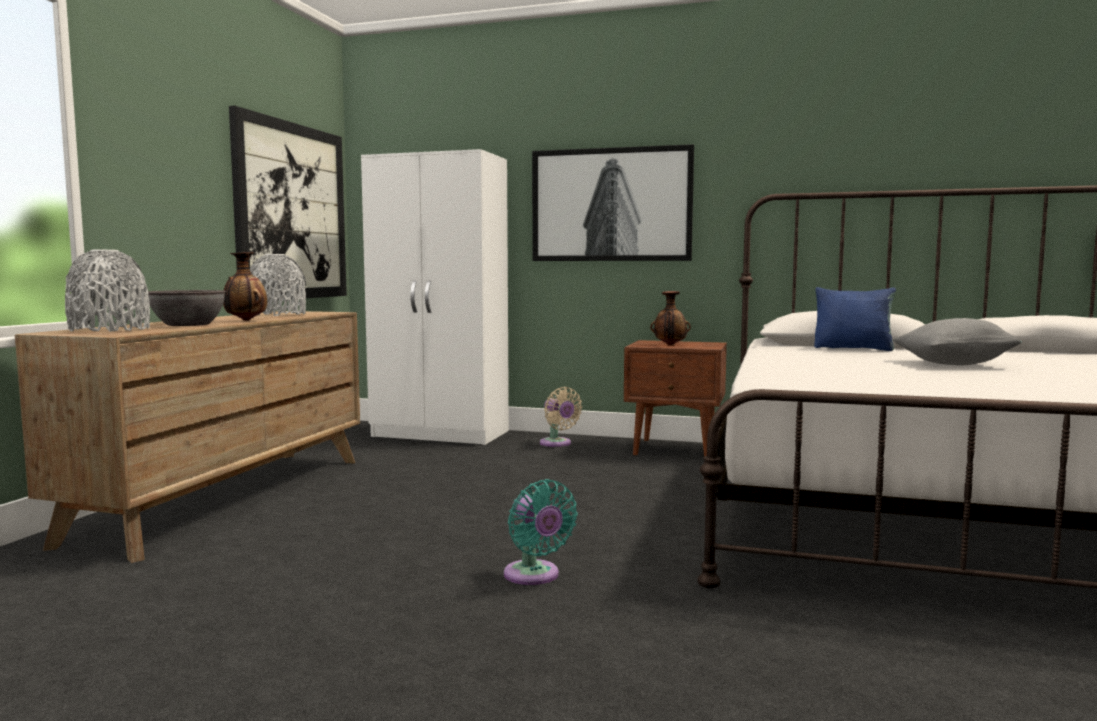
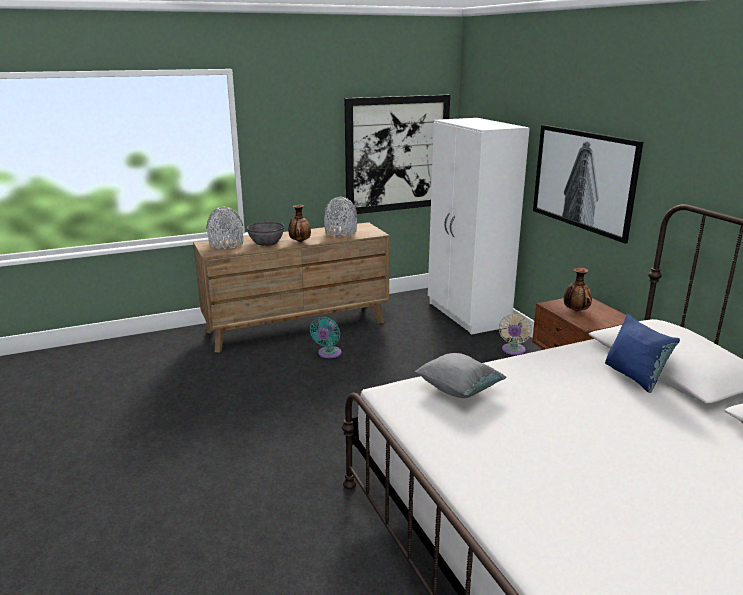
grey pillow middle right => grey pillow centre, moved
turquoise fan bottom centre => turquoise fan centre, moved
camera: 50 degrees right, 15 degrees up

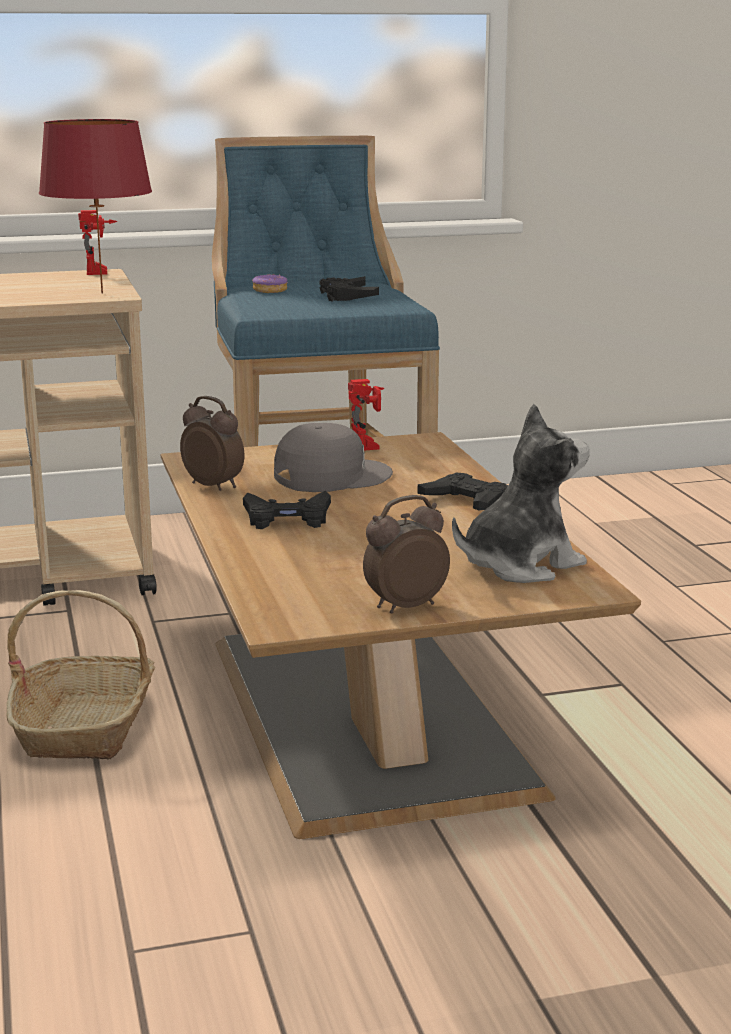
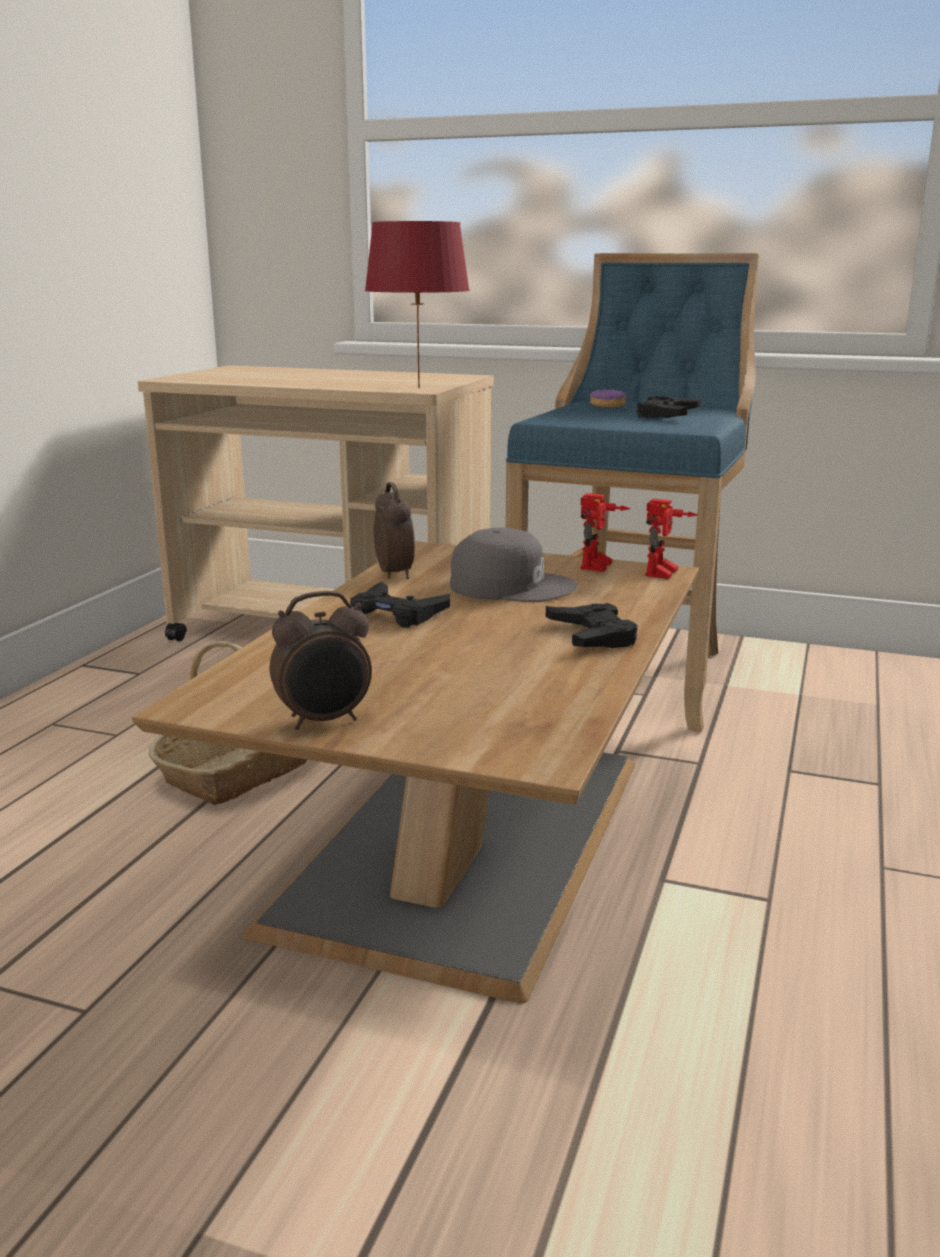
toy robot (1st from left in the first image) top left => toy robot (2nd from left) middle right, moved
plush toy middle right => nothing
alarm clock (2nd from left in the first image) centre => alarm clock (1st from left) centre, 150 degrees clockwise
camera: 35 degrees right, 0 degrees up

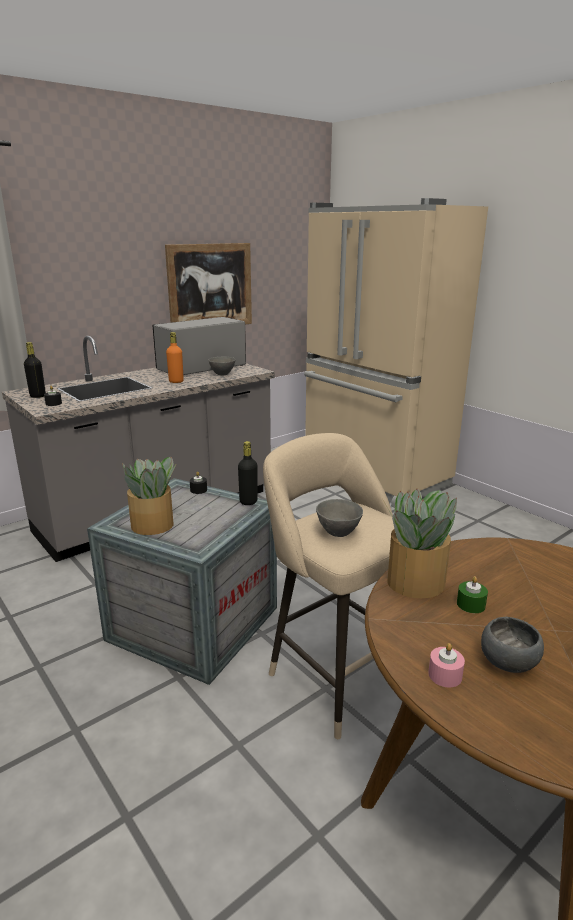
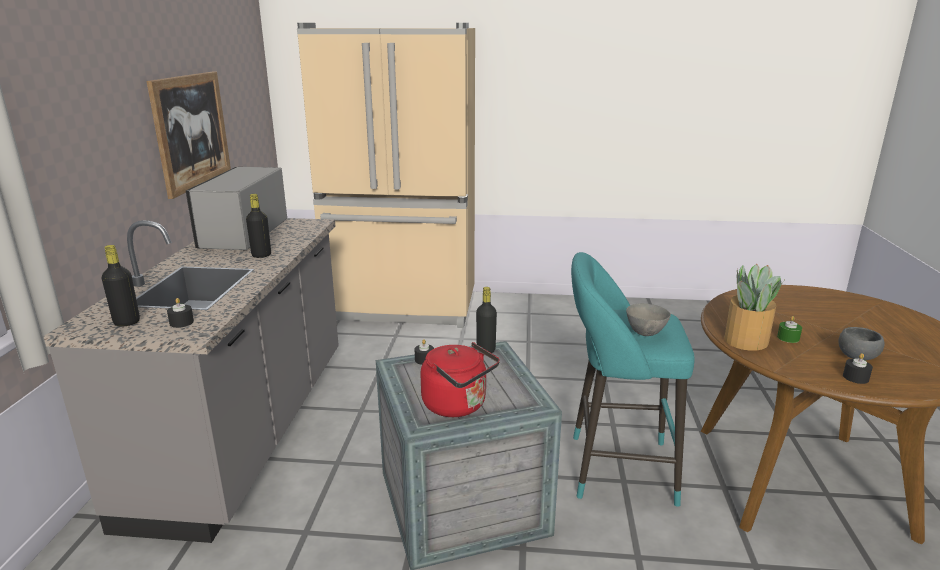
orange bottle middle left => black bottle (2nd from left) middle left
grey bowl (1st from left) centre => nothing
beige stool centre => turquoise stool middle right
potted plant (1st from left) middle left => red kettle centre
pink candle bottom right => black candle (3rd from left) middle right
camera: 45 degrees left, 0 degrees up

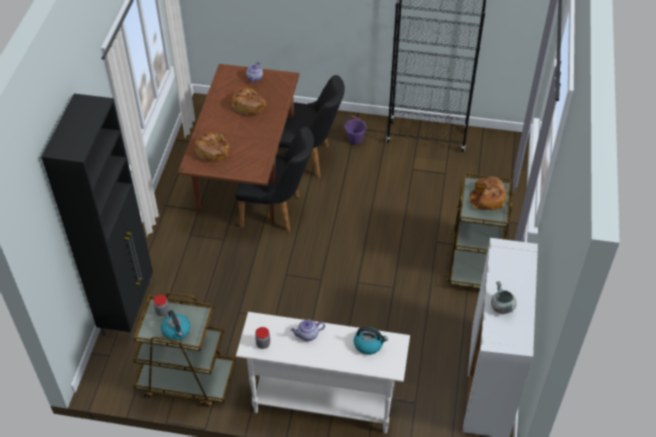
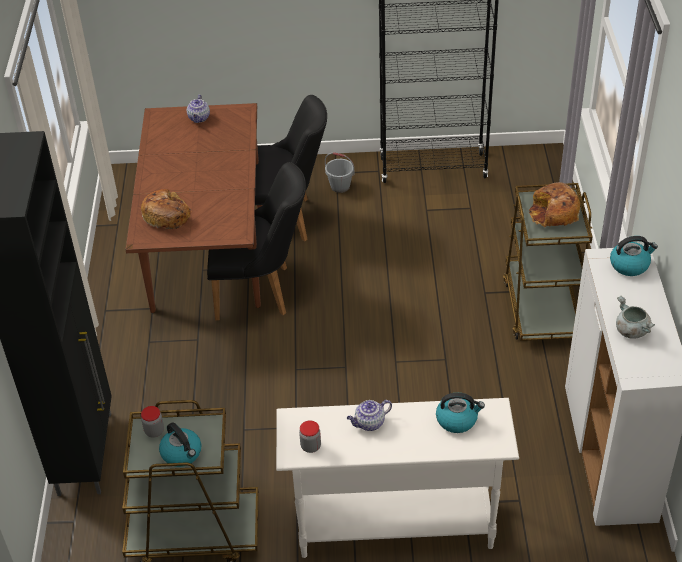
bread (2nd from left) top centre => nothing
purple bucket top centre => grey bucket top centre
nothing => kettle (3rd from left) middle right
camera: 10 degrees left, 5 degrees down

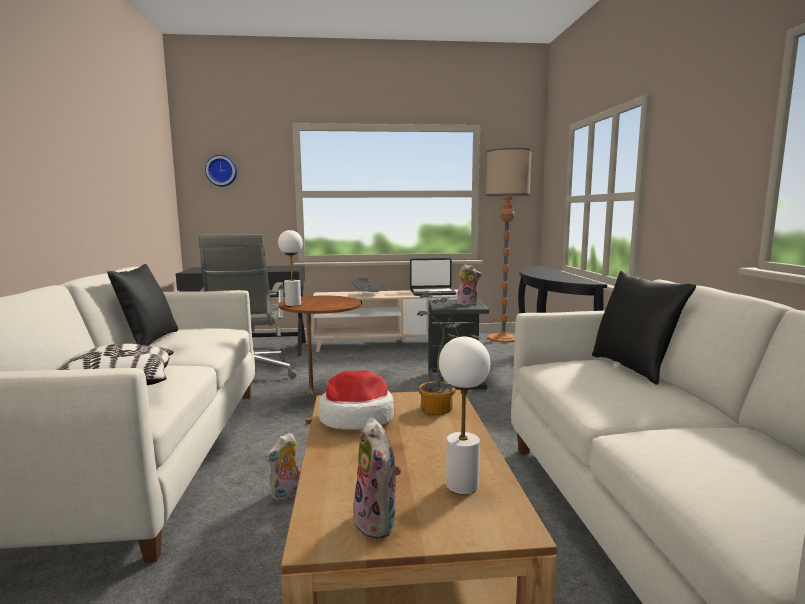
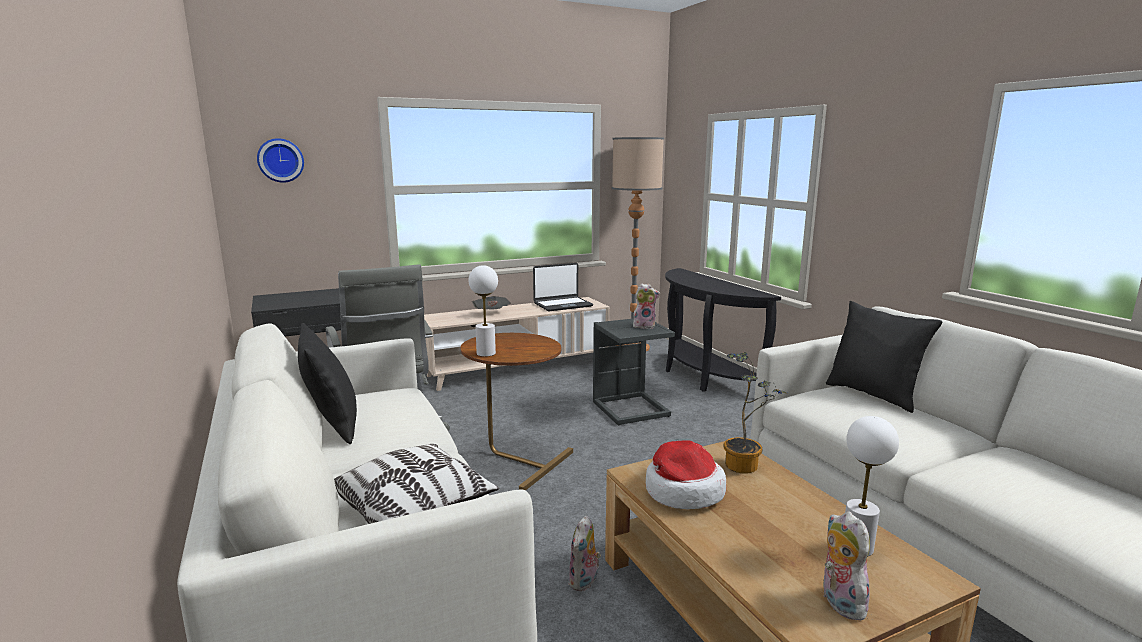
plush toy (2nd from left in the first image) bottom centre => plush toy (3rd from left) bottom right, 150 degrees counterclockwise
camera: 20 degrees left, 5 degrees up

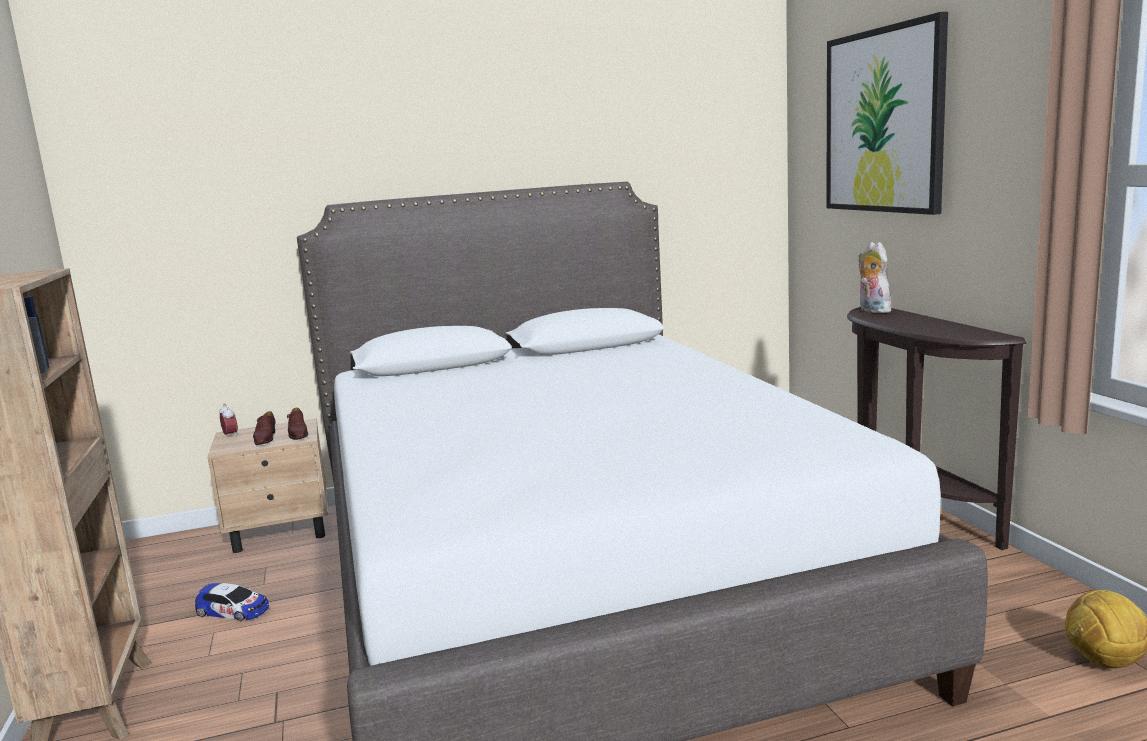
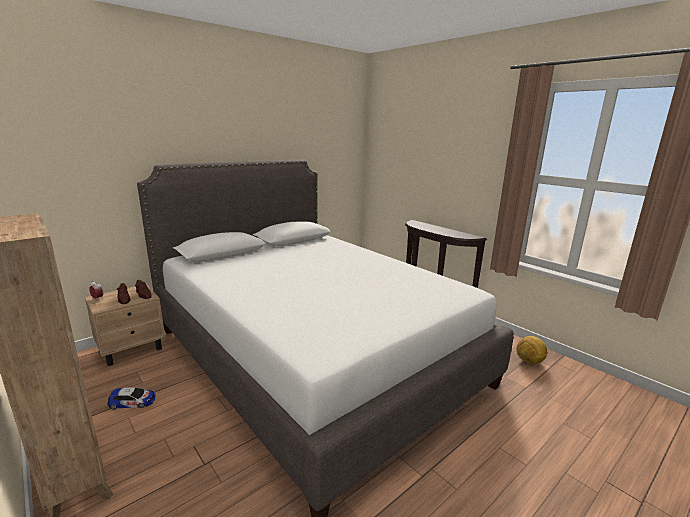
picture top right => nothing
plush toy middle right => nothing
camera: 25 degrees left, 5 degrees up

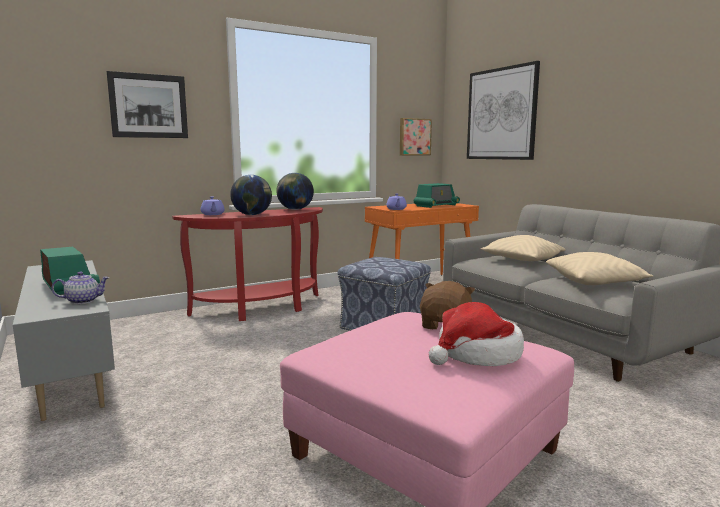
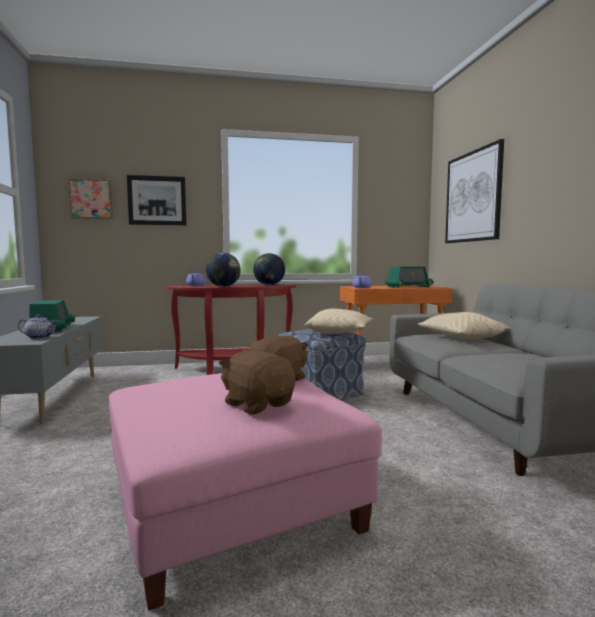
picture (2nd from left in the first image) top centre => picture (1st from left) top left, moved
beige pillow (2nd from left in the first image) middle right => beige pillow (1st from left) centre, moved
hat centre => brown plush toy (1st from left) centre
camera: 20 degrees right, 5 degrees down

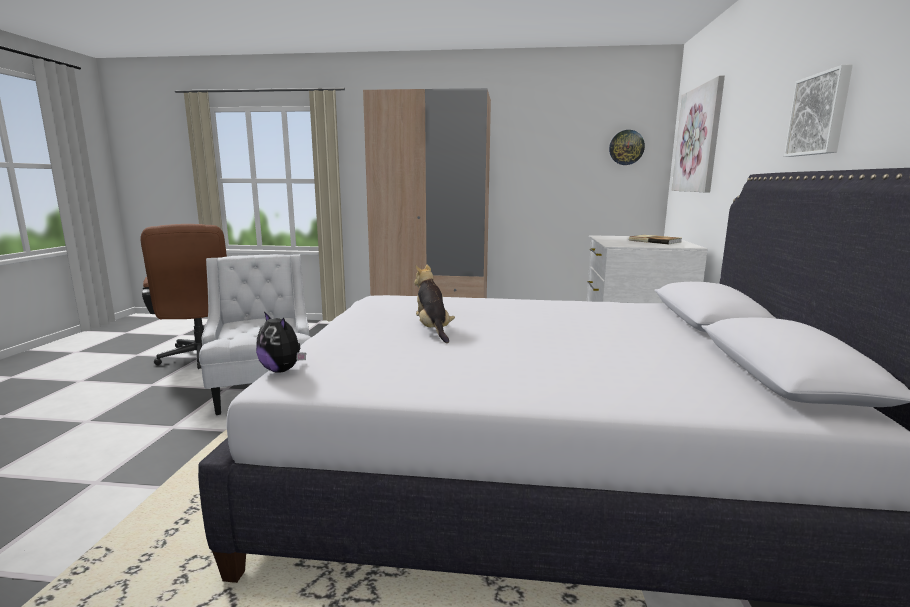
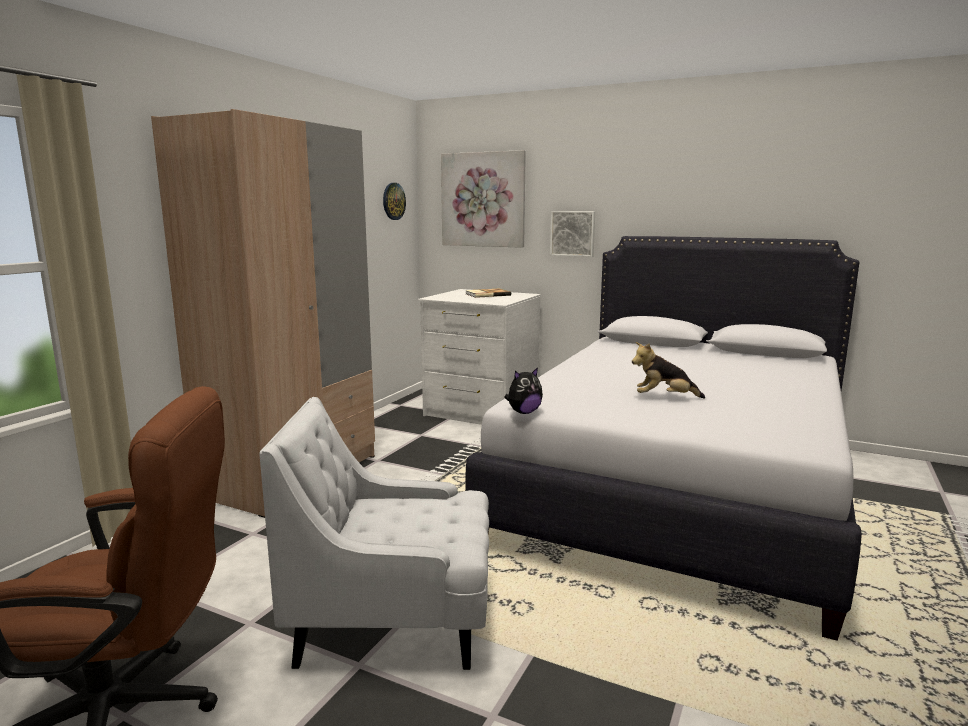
picture (2nd from left) top right => picture (2nd from left) top centre, moved
plush toy (1st from left) middle left => plush toy (1st from left) centre, moved
camera: 70 degrees left, 0 degrees up

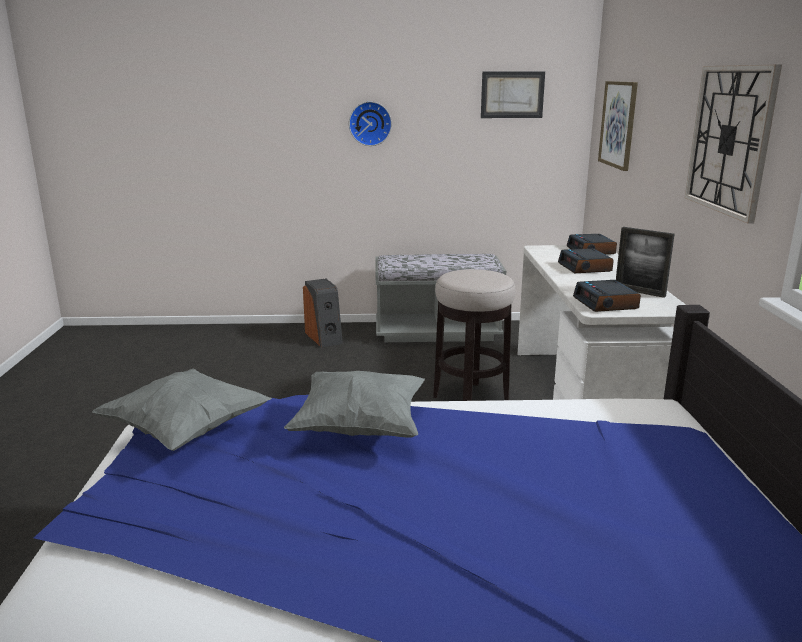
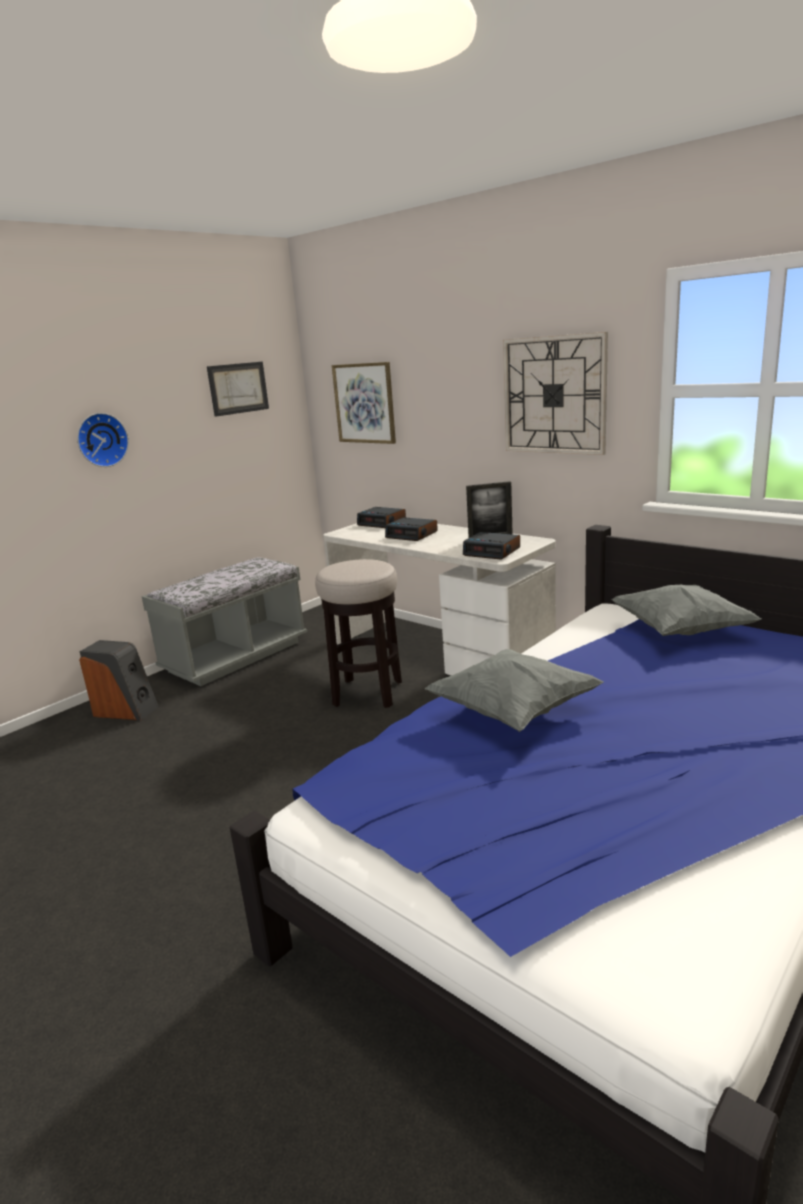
grey pillow (1st from left in the first image) middle left => grey pillow (2nd from left) middle right, moved
camera: 45 degrees left, 0 degrees up

